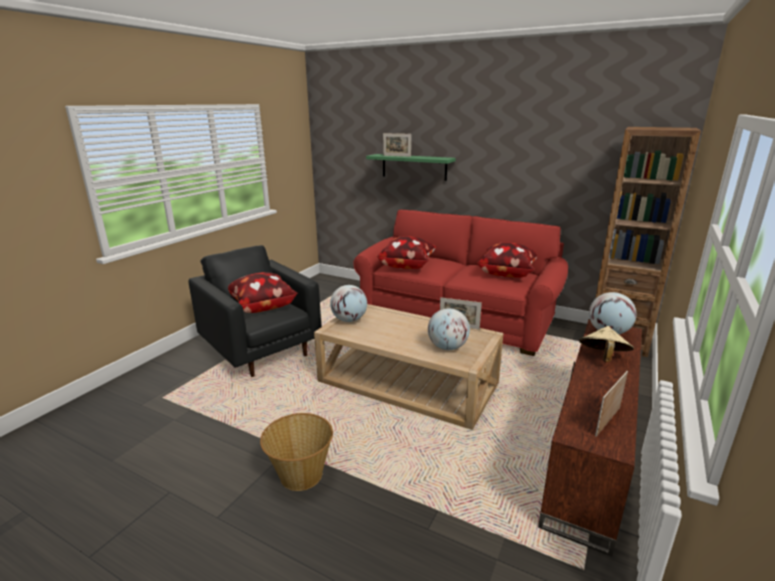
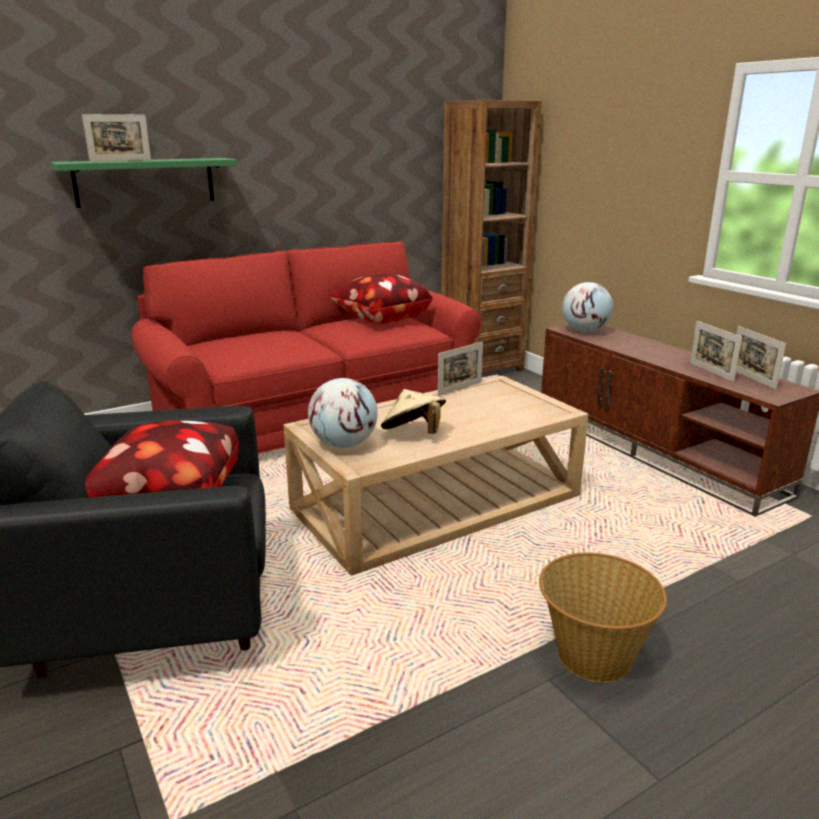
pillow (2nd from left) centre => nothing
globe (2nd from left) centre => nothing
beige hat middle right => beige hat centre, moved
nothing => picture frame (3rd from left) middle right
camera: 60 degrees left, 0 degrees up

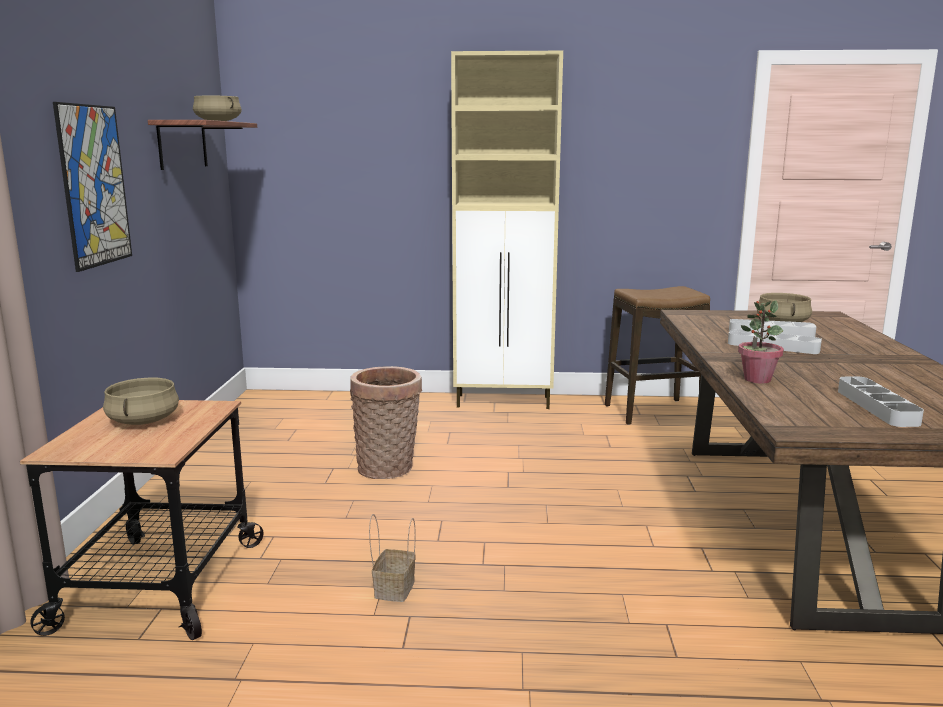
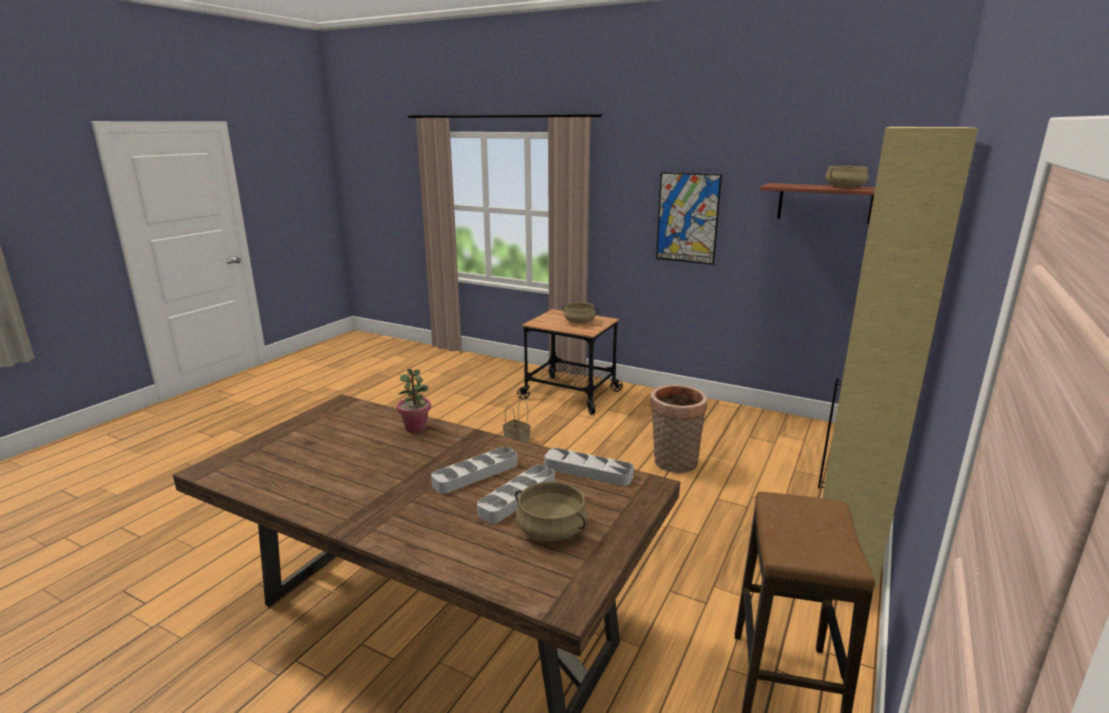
grey tray (3rd from left) middle right => grey tray (3rd from left) centre, moved
camera: 115 degrees right, 5 degrees up

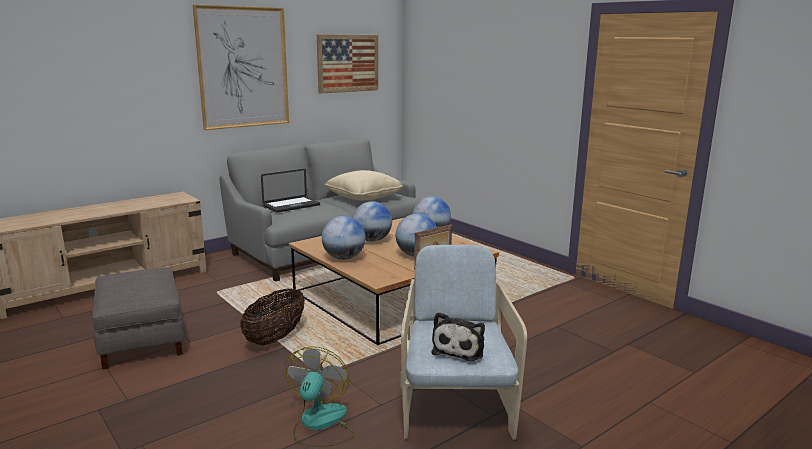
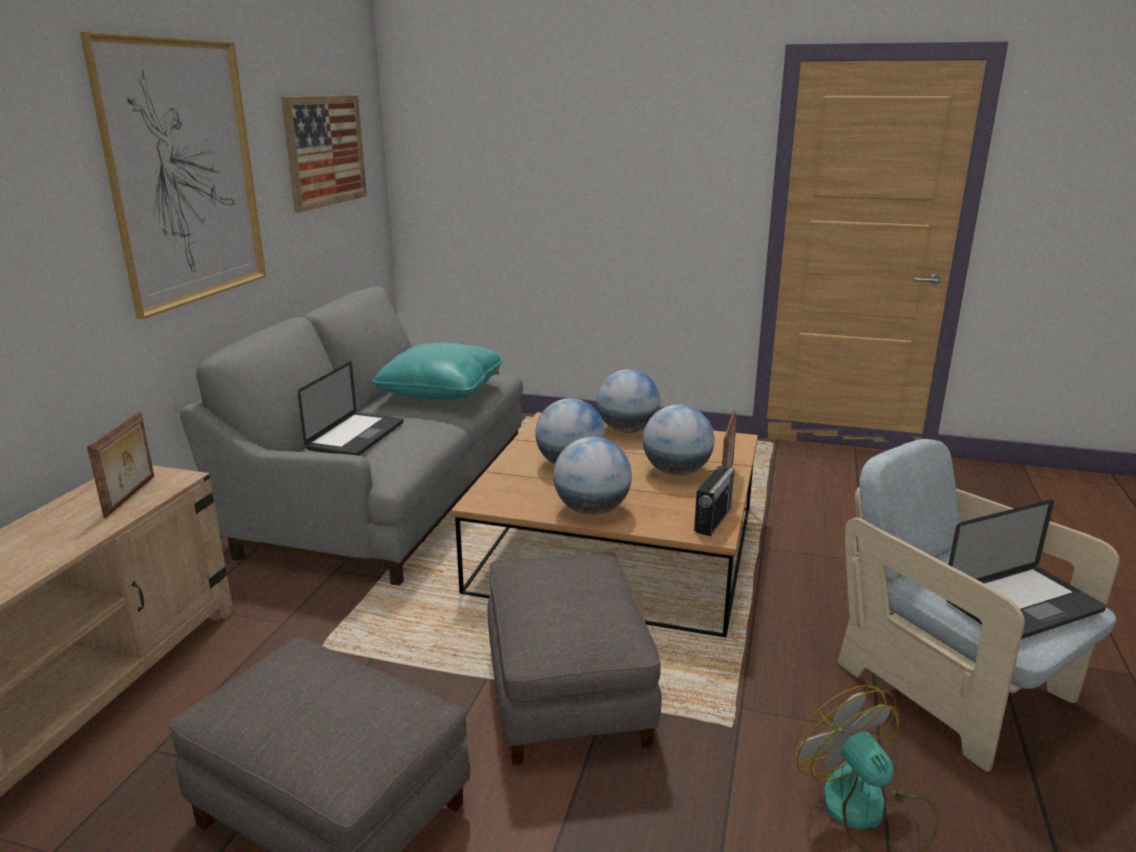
beige pillow centre => turquoise pillow centre
basket bottom centre => grey ottoman (2nd from left) bottom centre
plush toy bottom centre => laptop (2nd from left) bottom right
nothing => picture frame (1st from left) middle left
nothing => radio centre
camera: 35 degrees left, 5 degrees up

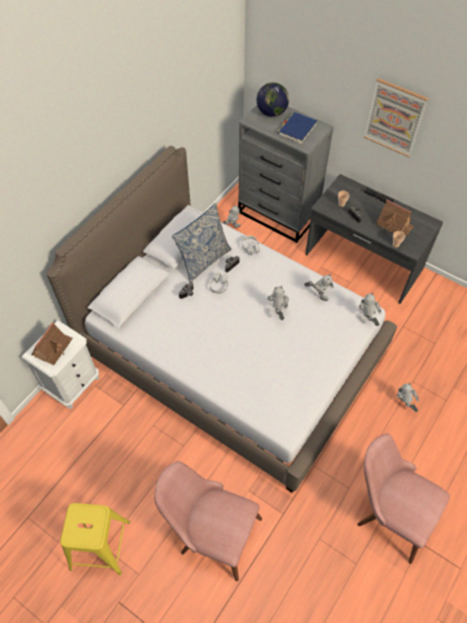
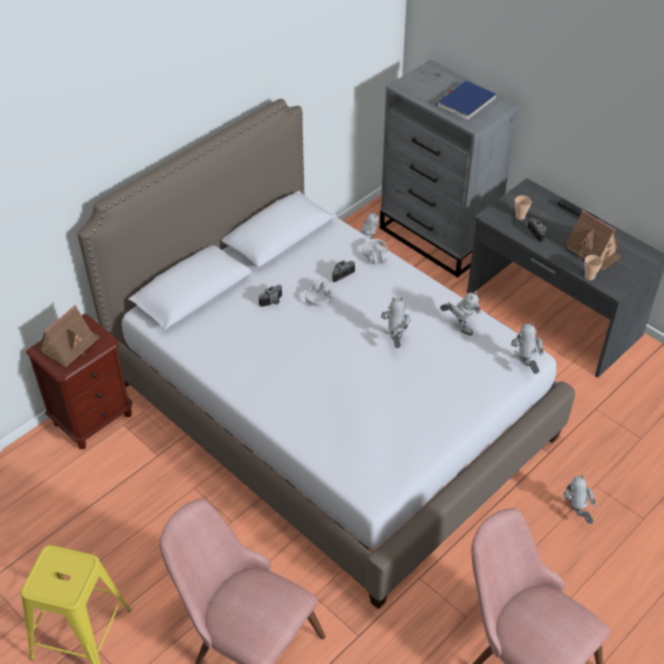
picture top right => nothing
globe top centre => nothing
pillow centre => nothing
white nightstand middle left => brown nightstand middle left
camera: 10 degrees right, 10 degrees down

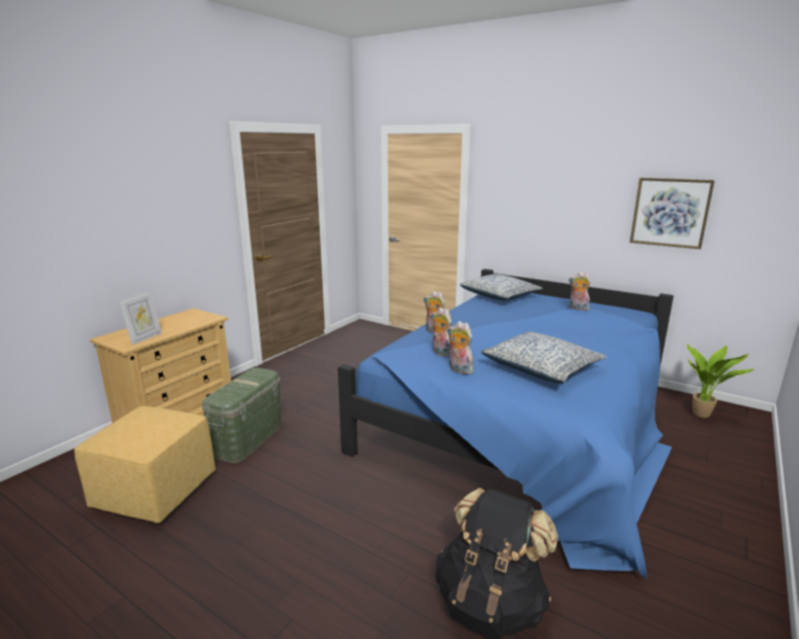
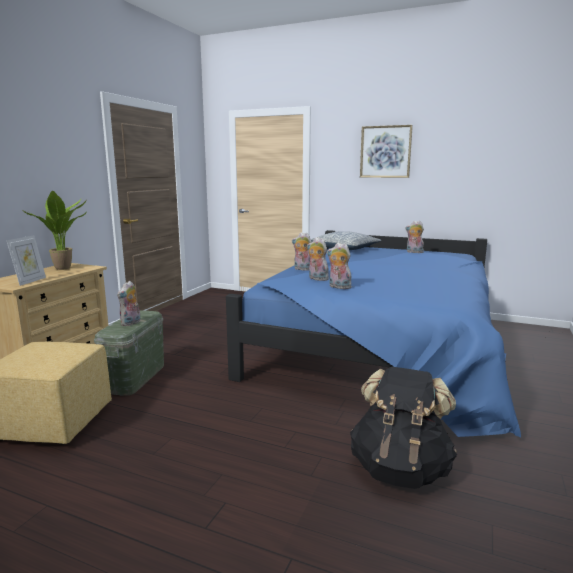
picture middle right => picture top right, moved
pillow (2nd from left) middle right => nothing
potted plant middle right => potted plant middle left, moved
nothing => plush toy (1st from left) middle left
camera: 10 degrees left, 5 degrees down

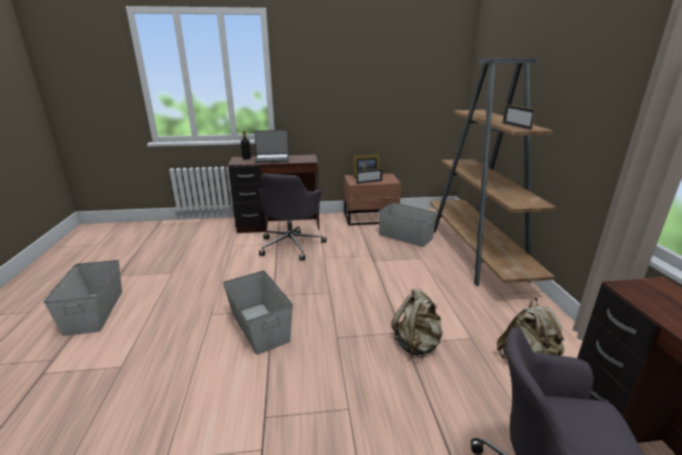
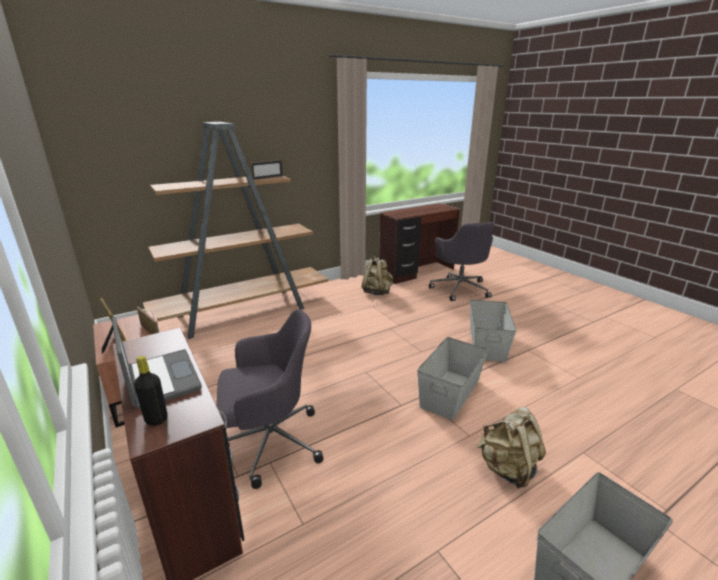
grey storage box (3rd from left in the first image) centre => grey storage box (2nd from left) middle right, moved
beige backpack (1st from left in the first image) bottom centre => beige backpack (2nd from left) bottom right, moved
camera: 115 degrees left, 0 degrees up

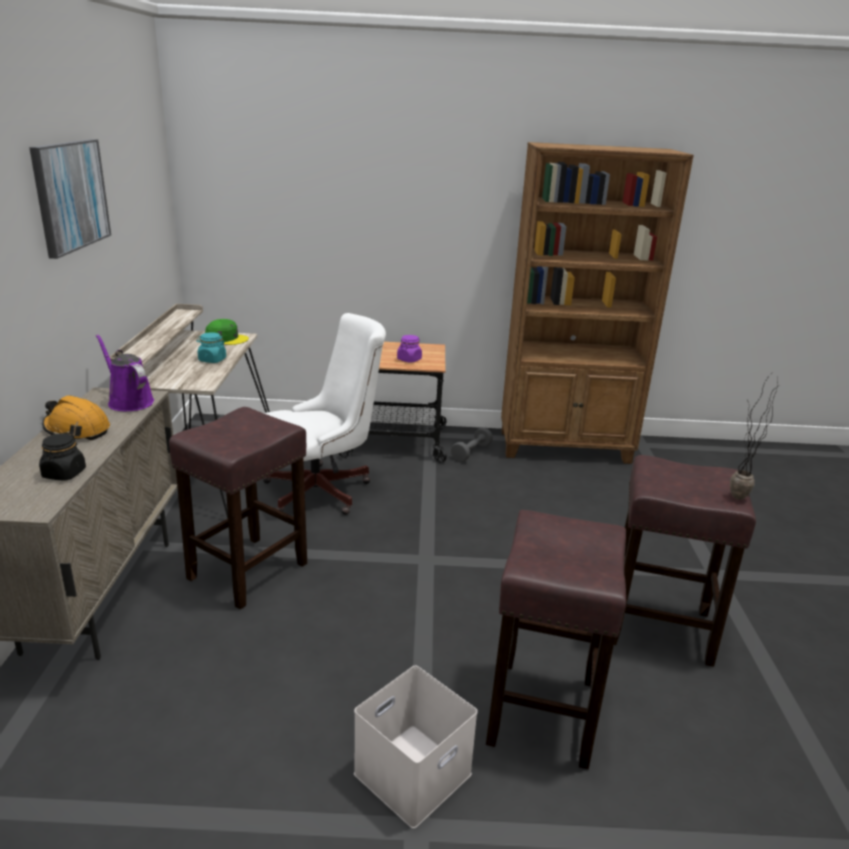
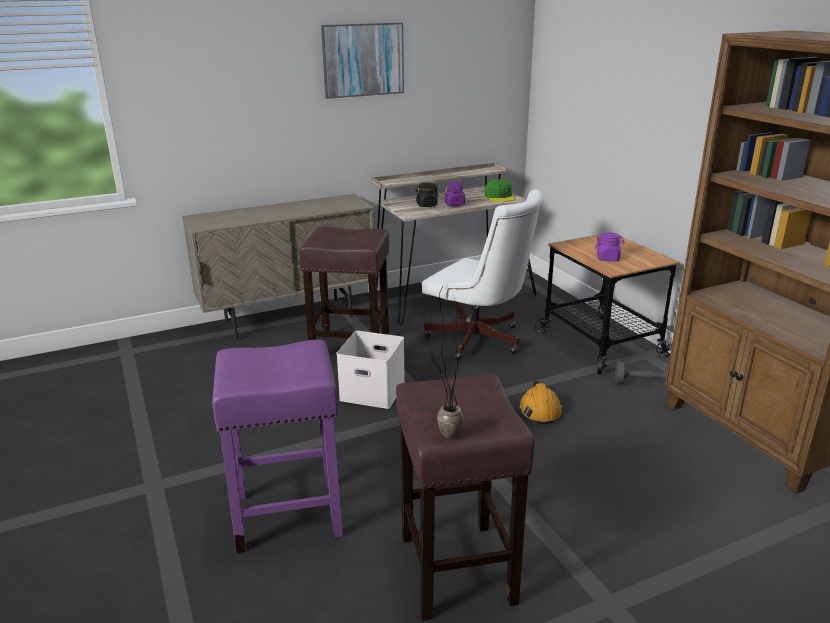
turquoise jar middle left => purple jar (1st from left) top centre
purple watering can middle left => nothing
orange hard hat middle left => orange hard hat centre, moved
black jar middle left => black jar top centre, moved
brown stool (2nd from left) bottom centre => purple stool bottom centre
white storage box bottom centre => white storage box centre, moved
camera: 65 degrees right, 0 degrees up

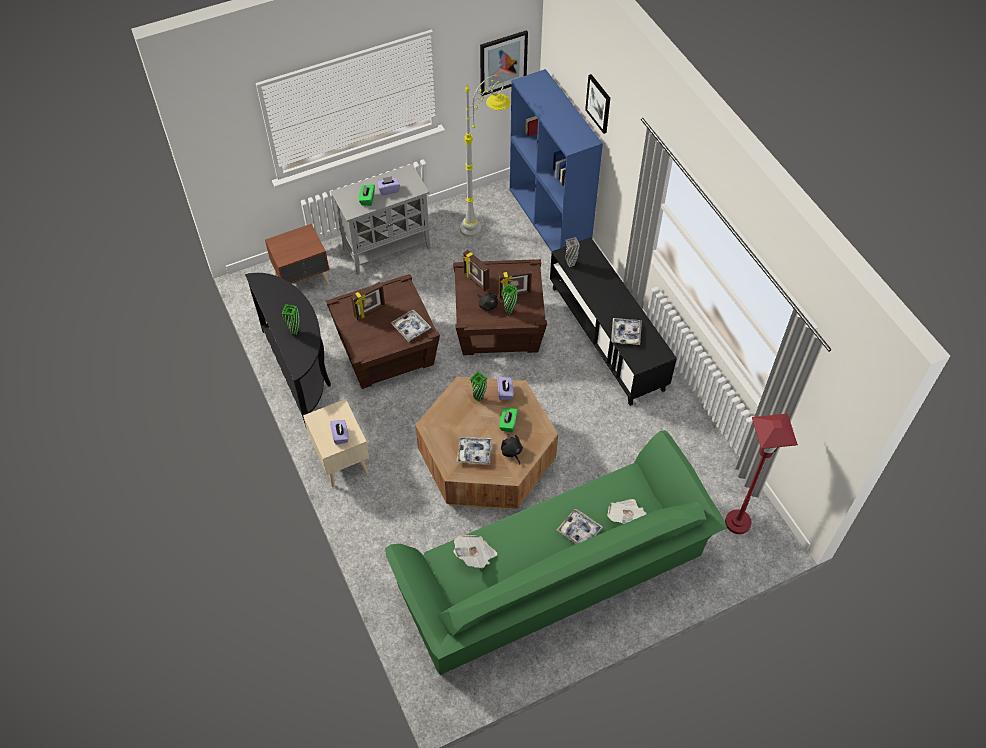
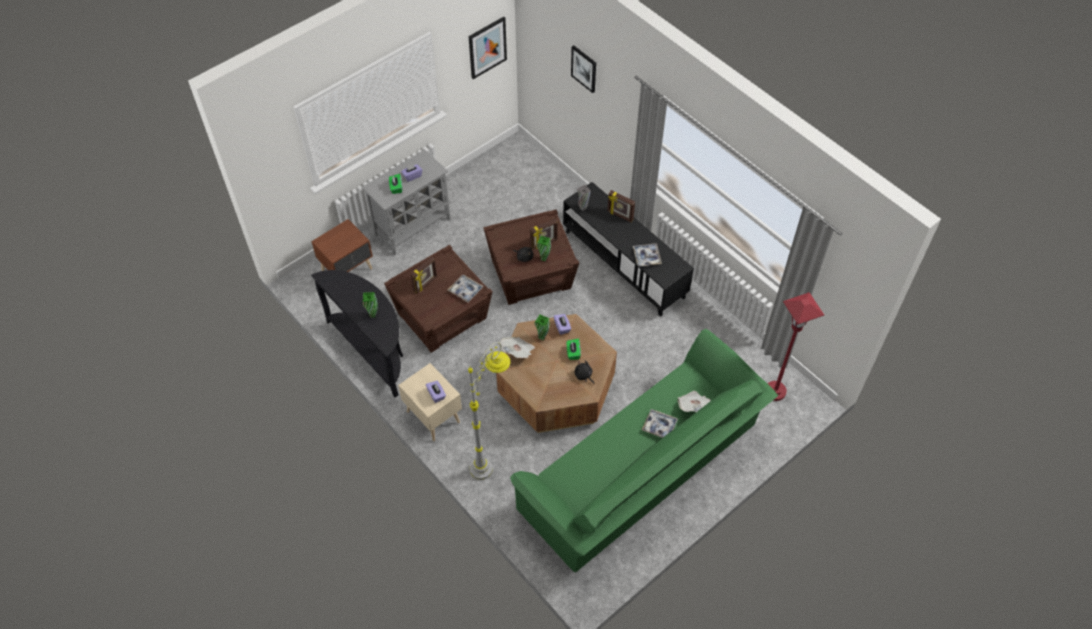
blue bookcase top centre => nothing
grey floor lamp top centre => grey floor lamp centre, moved
picture frame (2nd from left in the first image) centre => picture frame (3rd from left) top centre, moved
tray (2nd from left) centre => nothing
newspaper (1st from left) bottom centre => newspaper (1st from left) centre, moved
camera: 15 degrees left, 0 degrees up

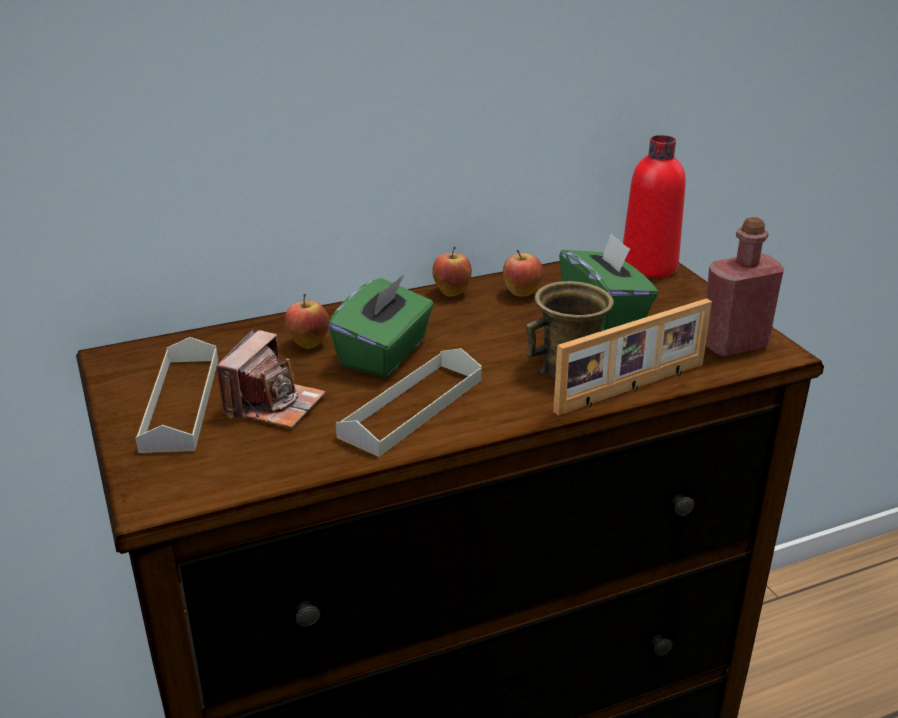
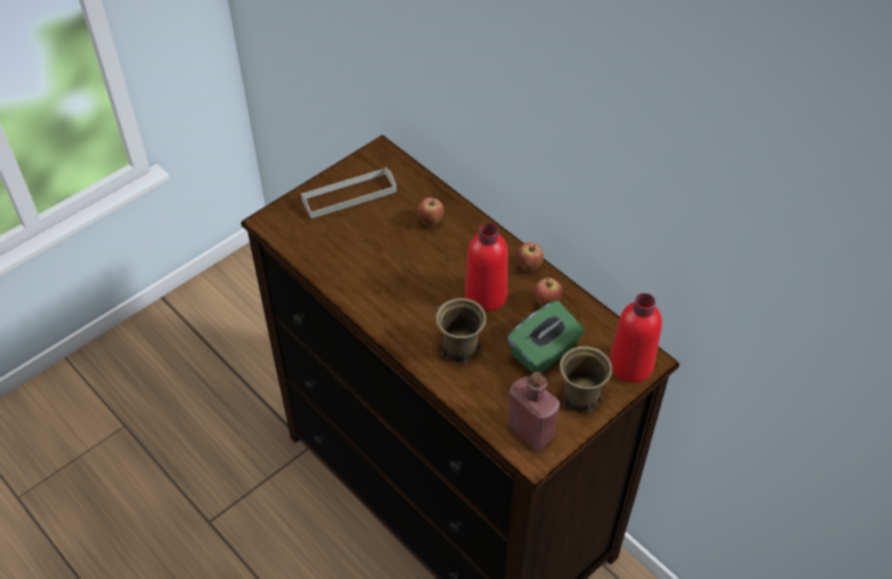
green tissue box (1st from left) centre => nothing
picture frame middle right => nothing
photo camera middle left => nothing
grey tray (2nd from left) centre => nothing
nothing => red bottle (1st from left) centre
nothing => brown mug (2nd from left) centre
camera: 70 degrees right, 20 degrees up

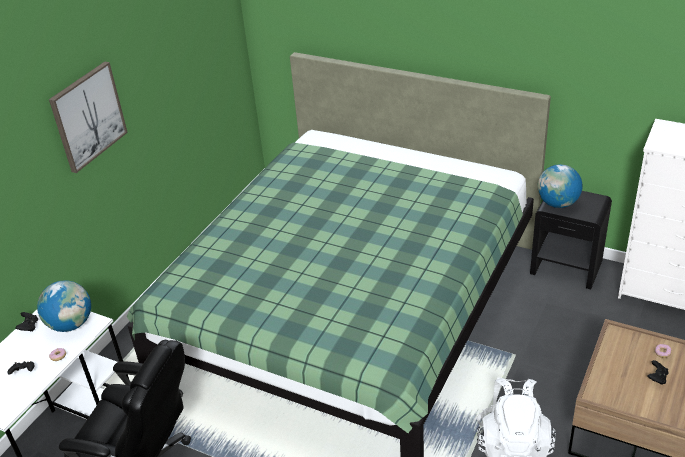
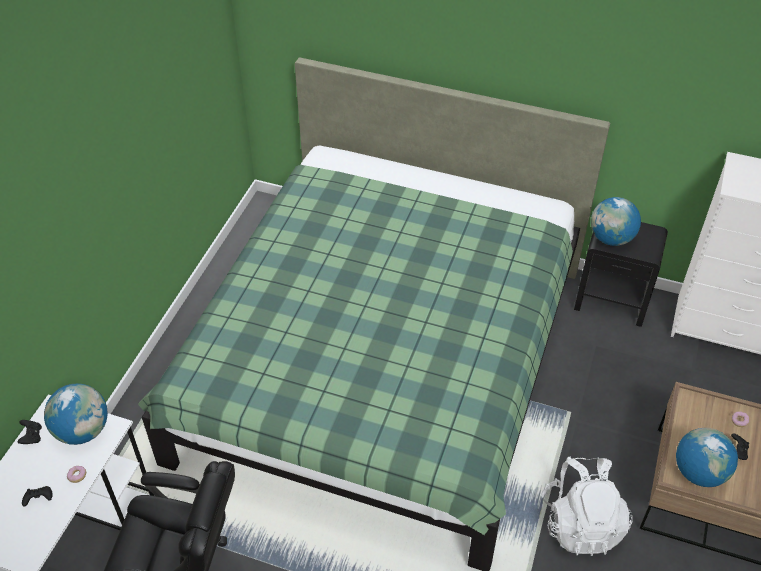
picture top left => nothing
nothing => globe (3rd from left) bottom right
camera: 10 degrees left, 10 degrees up

